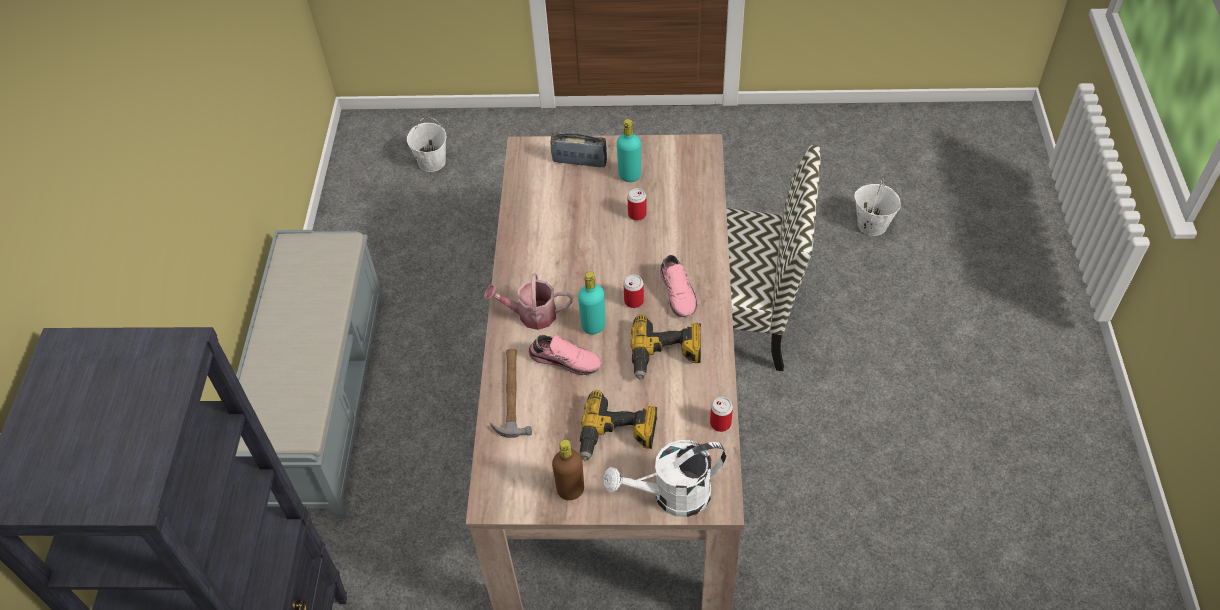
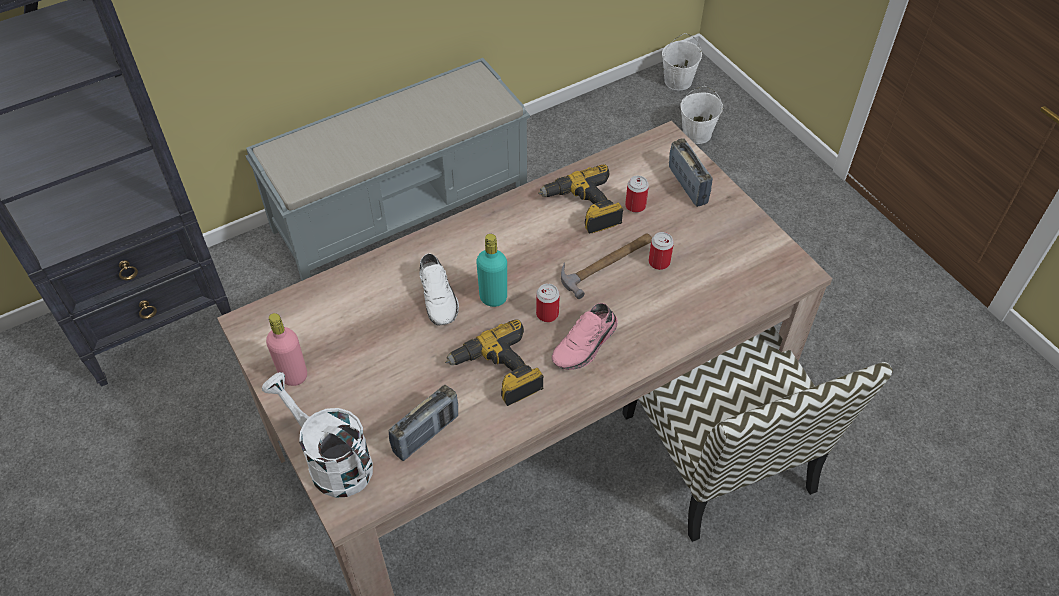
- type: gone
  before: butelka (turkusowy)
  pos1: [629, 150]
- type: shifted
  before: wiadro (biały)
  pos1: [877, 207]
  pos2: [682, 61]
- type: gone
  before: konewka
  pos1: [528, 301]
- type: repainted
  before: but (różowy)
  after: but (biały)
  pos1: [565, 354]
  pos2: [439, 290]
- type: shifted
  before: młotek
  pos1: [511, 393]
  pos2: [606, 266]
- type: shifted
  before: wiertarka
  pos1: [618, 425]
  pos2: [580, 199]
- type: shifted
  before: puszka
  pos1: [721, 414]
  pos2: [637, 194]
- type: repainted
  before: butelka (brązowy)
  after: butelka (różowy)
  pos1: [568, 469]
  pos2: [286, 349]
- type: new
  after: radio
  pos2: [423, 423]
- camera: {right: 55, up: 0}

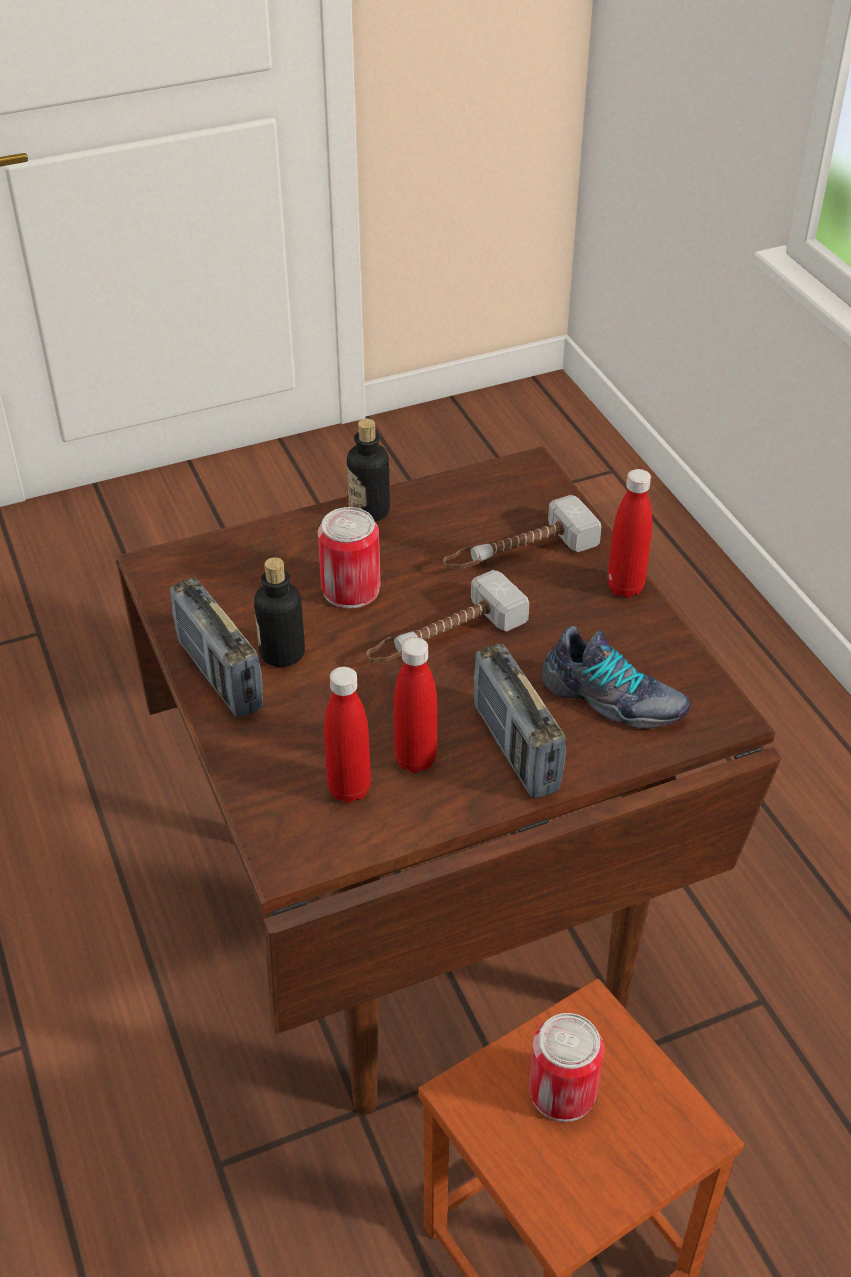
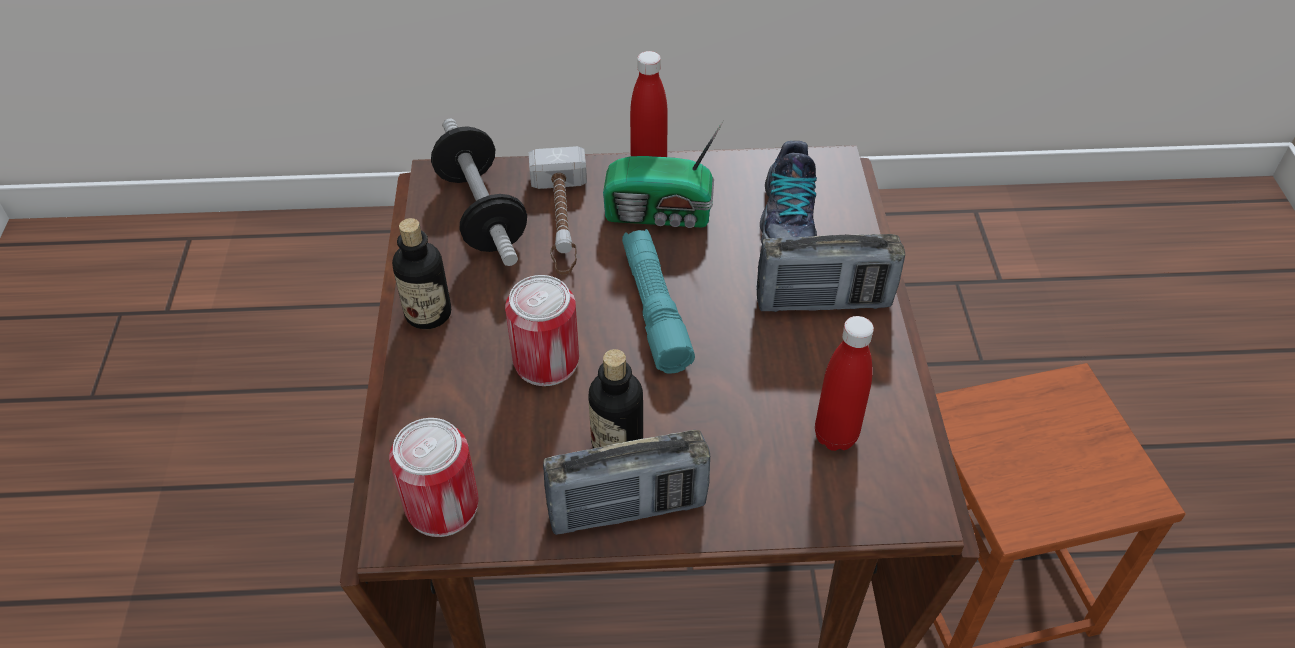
- type: swapped
  before: młotek
  after: latarka (turkusowy)
  pos1: [447, 616]
  pos2: [658, 301]
- type: rotated
  before: but
  pos1: [616, 677]
  pos2: [788, 192]
  turn: 135
- type: gone
  before: butelka (czerwony)
  pos1: [415, 705]
- type: shifted
  before: puszka
  pos1: [566, 1067]
  pos2: [434, 477]
- type: new
  after: hantel
  pos2: [479, 192]
- type: new
  after: radio
  pos2: [663, 174]
- camera: {right: -70, up: 5}

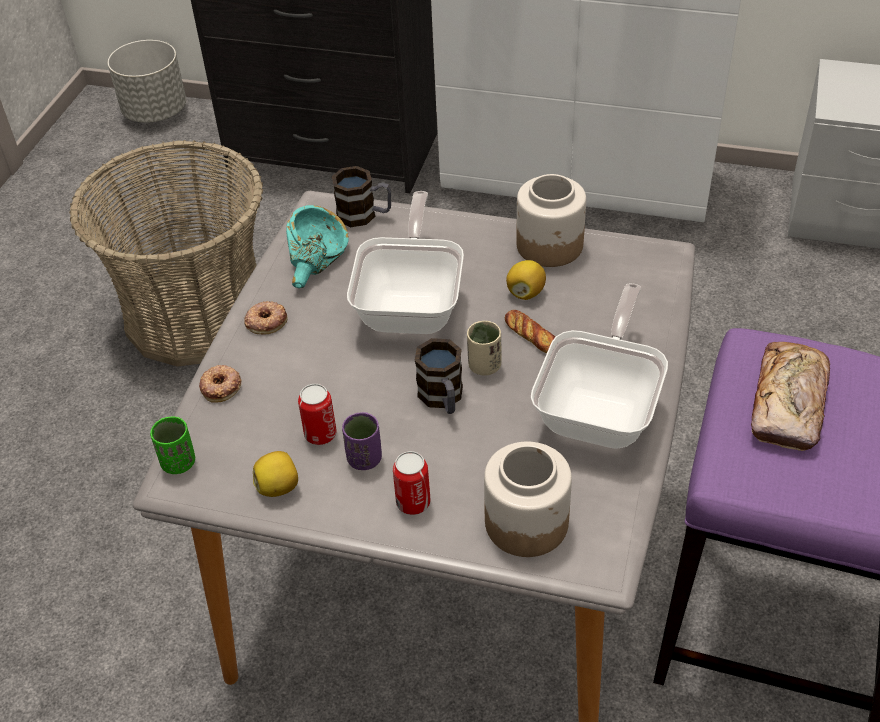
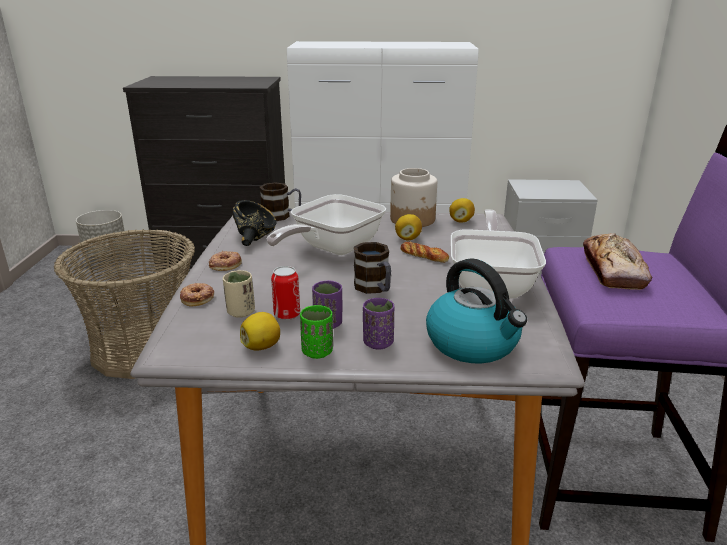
- type: rotated
  before: patelnia
  pos1: [405, 262]
  pos2: [326, 224]
  turn: -135
- type: repainted
  before: miska (turkusowy)
  after: miska (czarny)
  pos1: [317, 246]
  pos2: [255, 223]
- type: shifted
  before: filiżanka (beżowy)
  pos1: [484, 348]
  pos2: [239, 294]
- type: shifted
  before: filiżanka (zielony)
  pos1: [173, 445]
  pos2: [316, 332]
- type: swapped
  before: słoik
  after: czajnik
  pos1: [528, 499]
  pos2: [476, 310]
- type: swapped
  before: puszka
  after: filiżanka (fioletowy)
  pos1: [412, 483]
  pos2: [378, 324]
- type: new
  after: cytryna
  pos2: [462, 210]
- camera: {right: -15, up: -20}

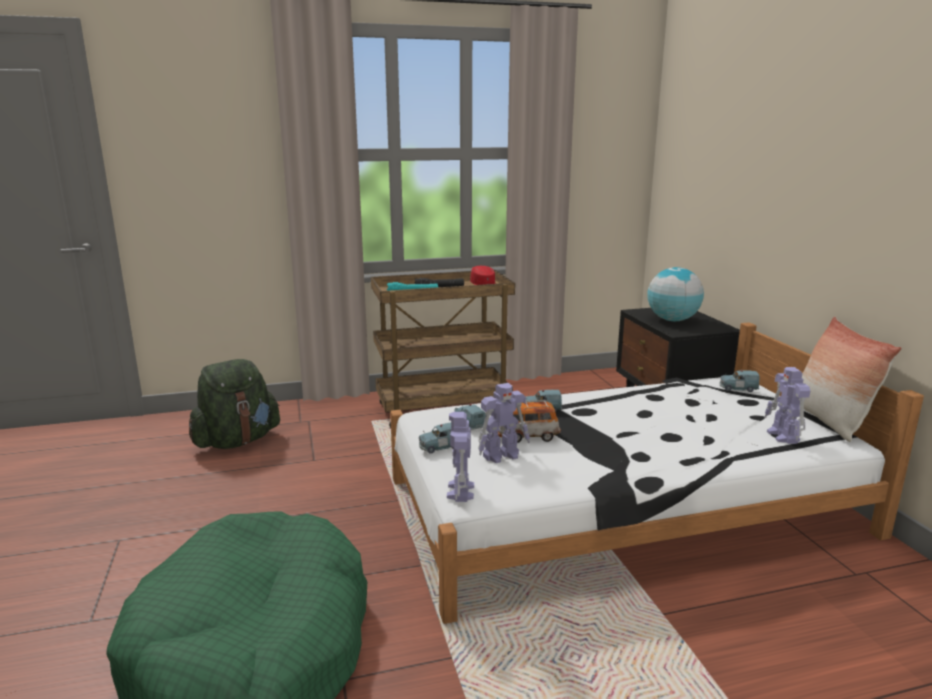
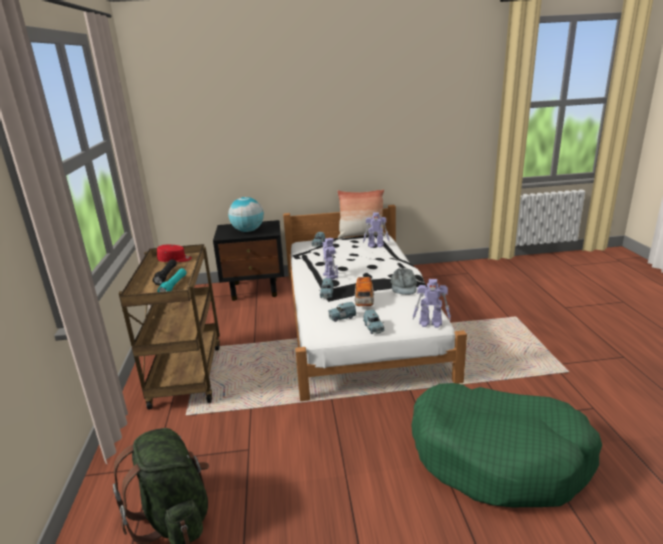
- type: shifted
  before: robot zabawkowy
  pos1: [504, 423]
  pos2: [330, 259]
- type: new
  after: czapka z daszkiem (szary)
  pos2: [403, 281]
- camera: {right: -80, up: 5}

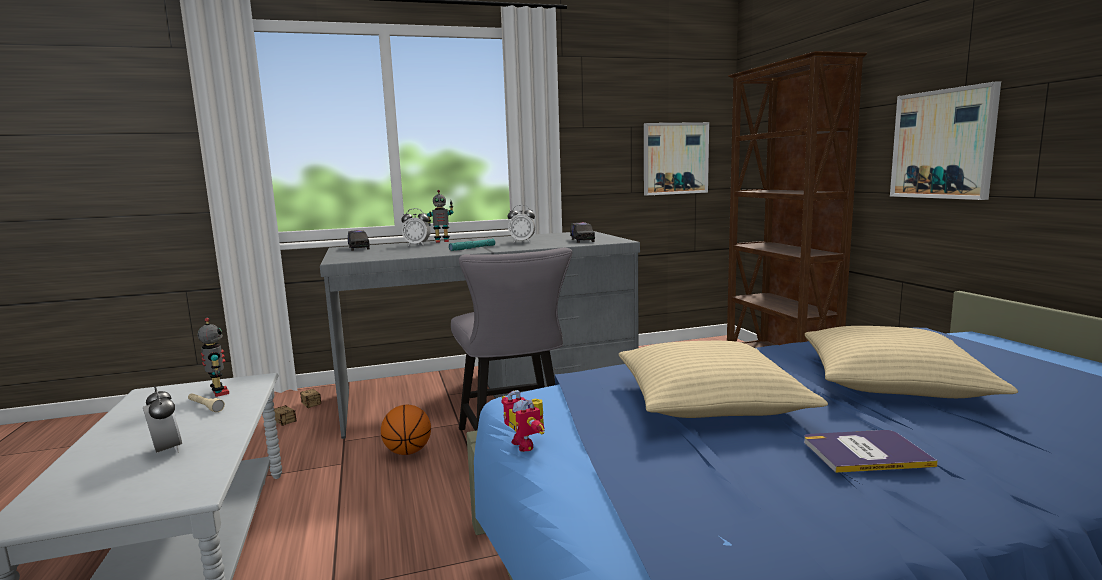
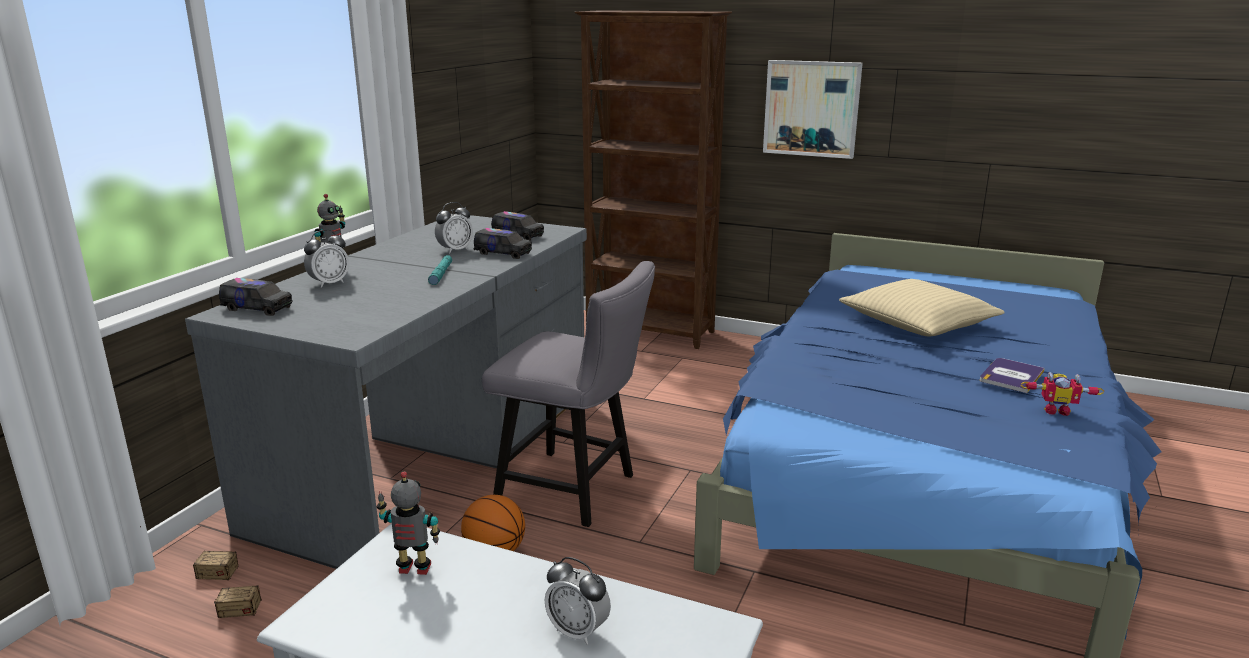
- type: gone
  before: obraz
  pos1: [676, 159]
- type: gone
  before: poduszka (beżowy)
  pos1: [723, 379]
- type: rotated
  before: budzik
  pos1: [162, 419]
  pos2: [578, 601]
  turn: -150
- type: shifted
  before: robot zabawkowy
  pos1: [523, 421]
  pos2: [1062, 394]
- type: gone
  before: latarka (beżowy)
  pos1: [206, 402]
- type: new
  after: ciężarówka zabawkowa
  pos2: [502, 243]
- camera: {right: -50, up: 10}

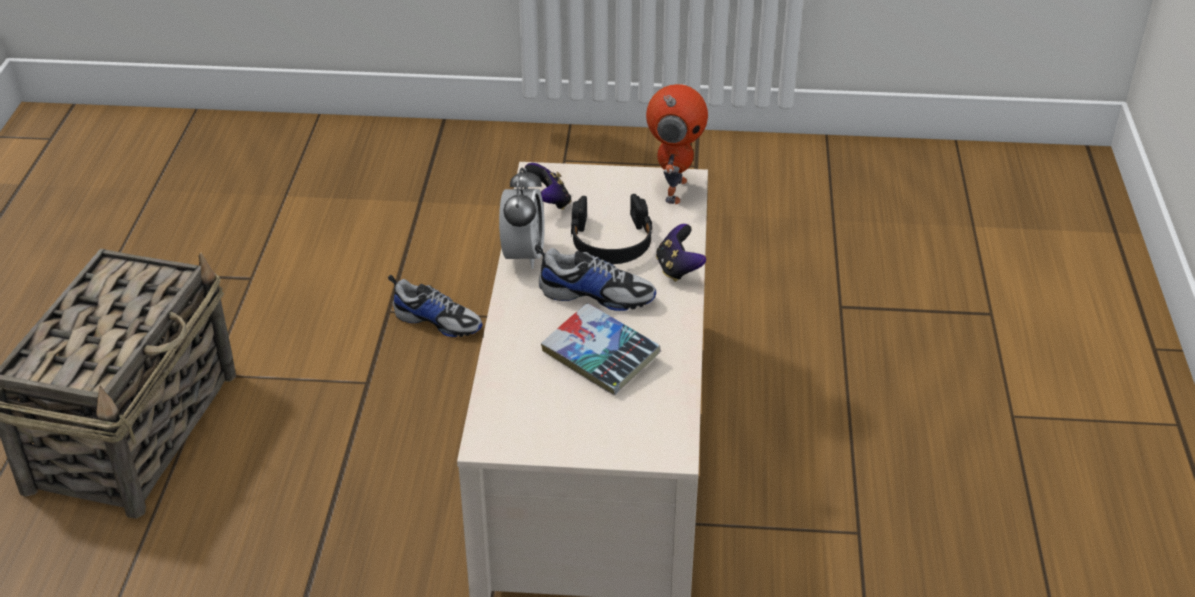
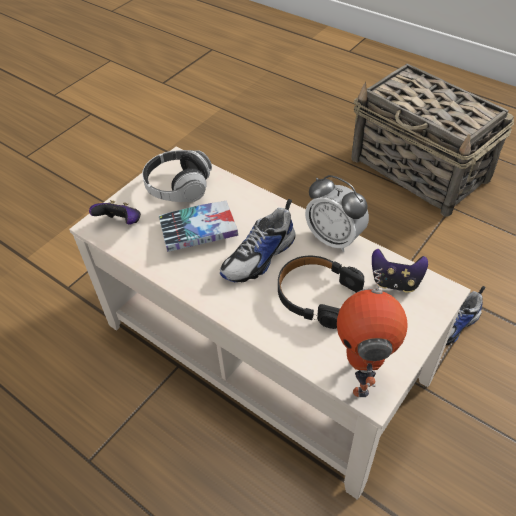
- type: rotated
  before: robot zabawkowy
  pos1: [677, 144]
  pos2: [372, 332]
  turn: 45
- type: shifted
  before: pad do gier
  pos1: [681, 253]
  pos2: [115, 212]
- type: new
  after: słuchawki
  pos2: [177, 176]
- camera: {right: 125, up: 10}

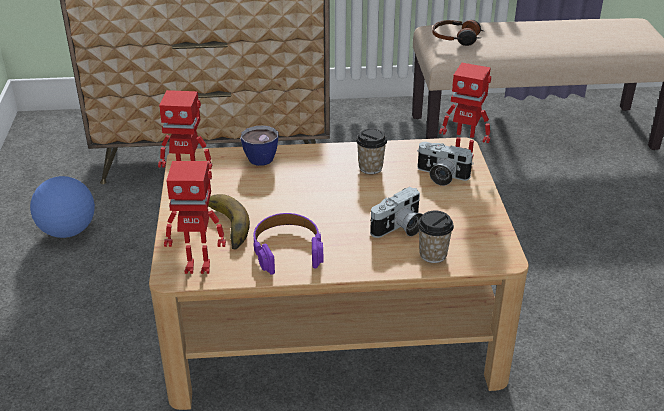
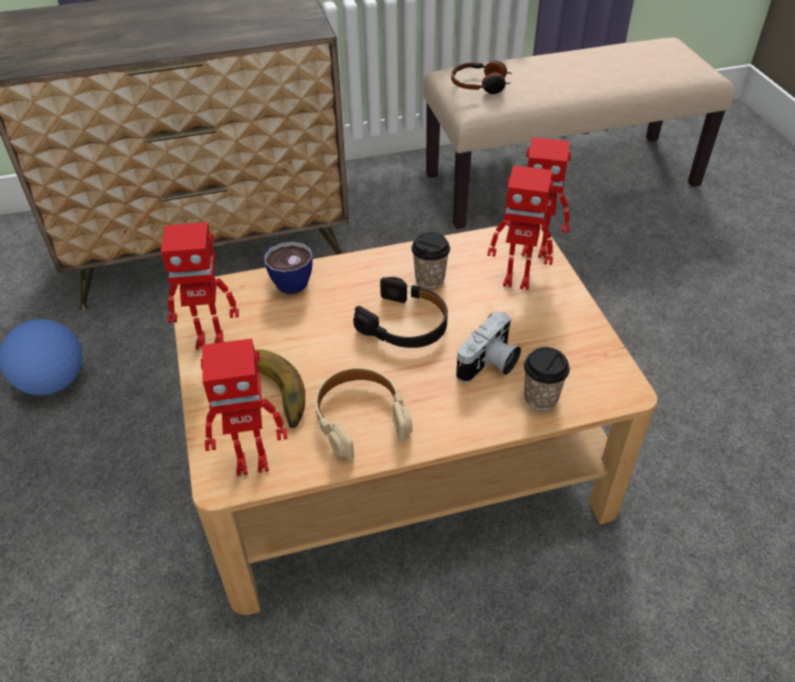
- type: swapped
  before: aparat fotograficzny
  after: robot zabawkowy
  pos1: [445, 164]
  pos2: [520, 227]
- type: repainted
  before: słuchawki (fioletowy)
  after: słuchawki (beżowy)
  pos1: [288, 244]
  pos2: [364, 413]
- type: new
  after: słuchawki (czarny)
  pos2: [400, 312]
- camera: {right: -10, up: 10}

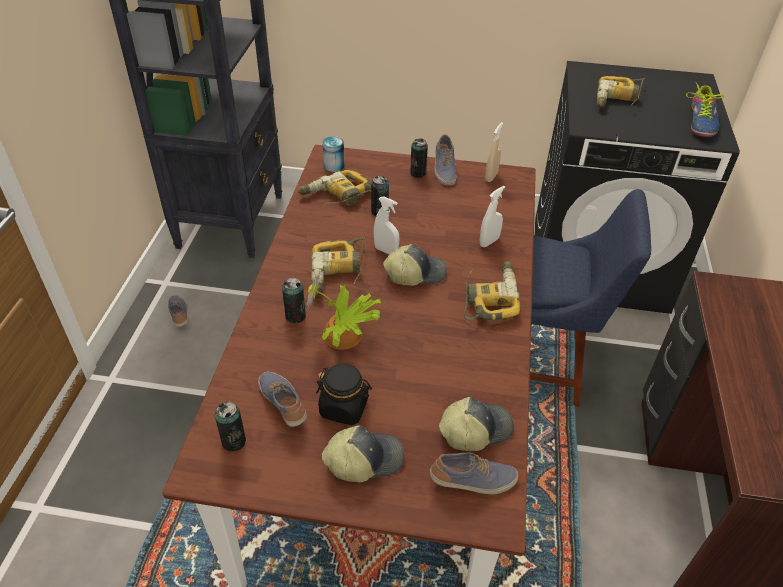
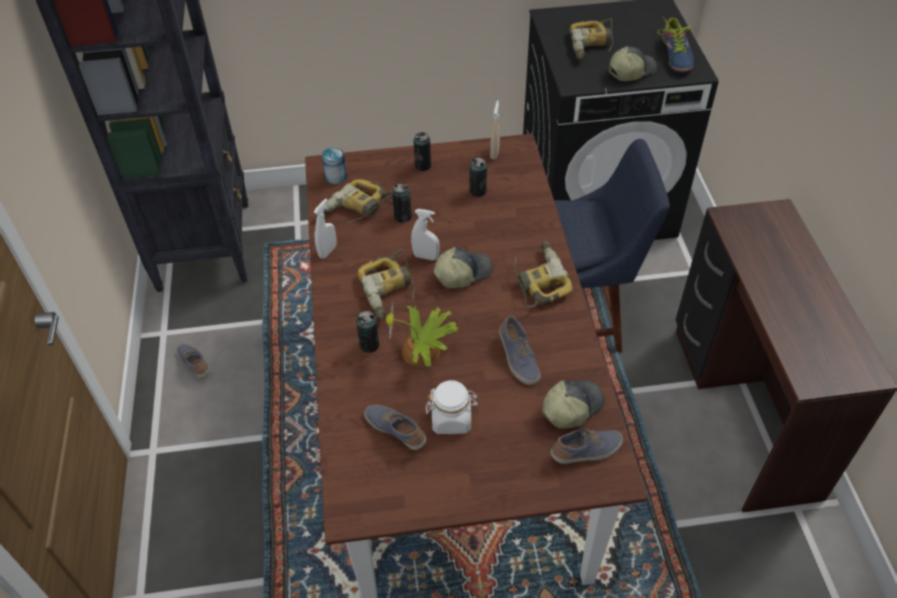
- type: shifted
  before: but
  pos1: [445, 160]
  pos2: [520, 350]
- type: shifted
  before: spryskiwacz (biały)
  pos1: [492, 216]
  pos2: [325, 229]
- type: repainted
  before: słoik (czarny)
  after: słoik (biały)
  pos1: [344, 394]
  pos2: [452, 407]
- type: shifted
  before: puszka
  pos1: [230, 426]
  pos2: [478, 177]
- type: shifted
  before: czapka z daszkiem
  pos1: [363, 454]
  pos2: [633, 63]
- camera: {right: -15, up: 5}

